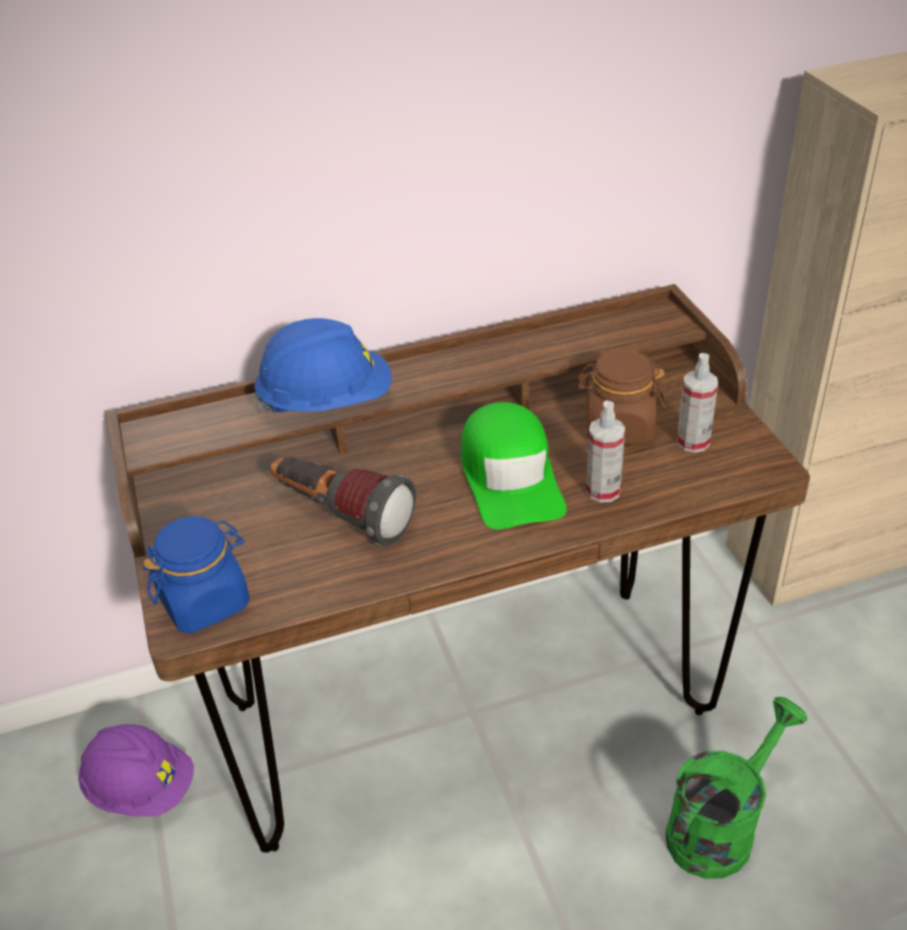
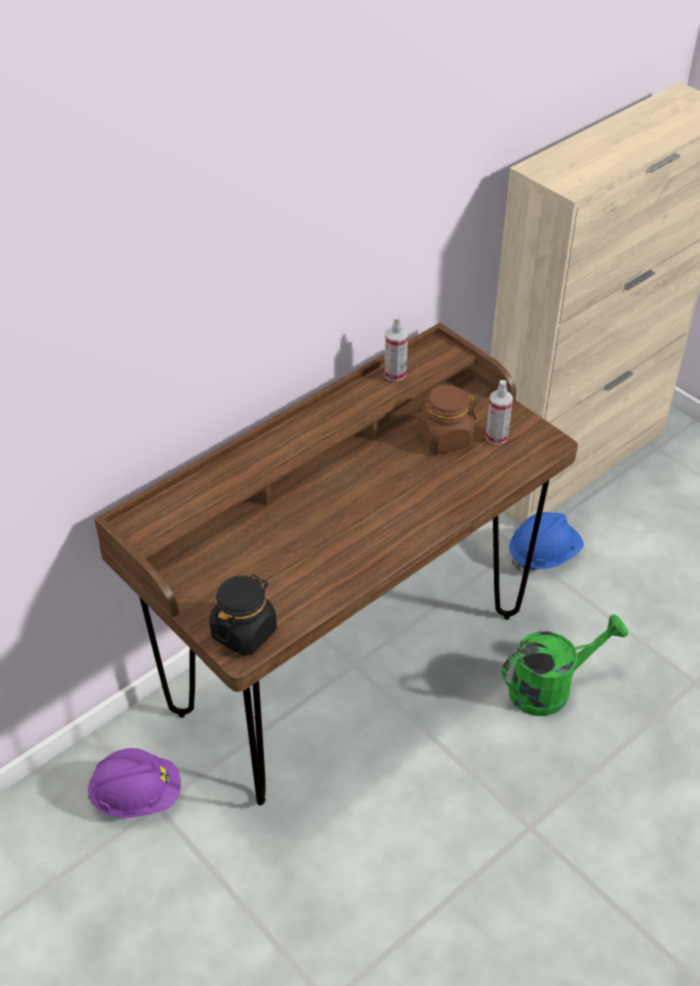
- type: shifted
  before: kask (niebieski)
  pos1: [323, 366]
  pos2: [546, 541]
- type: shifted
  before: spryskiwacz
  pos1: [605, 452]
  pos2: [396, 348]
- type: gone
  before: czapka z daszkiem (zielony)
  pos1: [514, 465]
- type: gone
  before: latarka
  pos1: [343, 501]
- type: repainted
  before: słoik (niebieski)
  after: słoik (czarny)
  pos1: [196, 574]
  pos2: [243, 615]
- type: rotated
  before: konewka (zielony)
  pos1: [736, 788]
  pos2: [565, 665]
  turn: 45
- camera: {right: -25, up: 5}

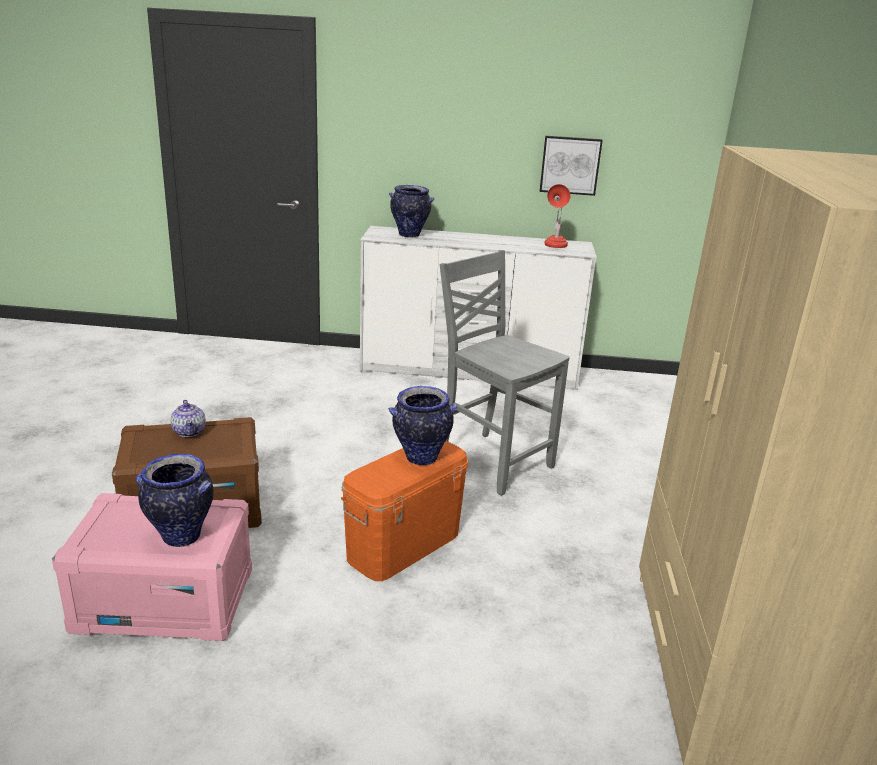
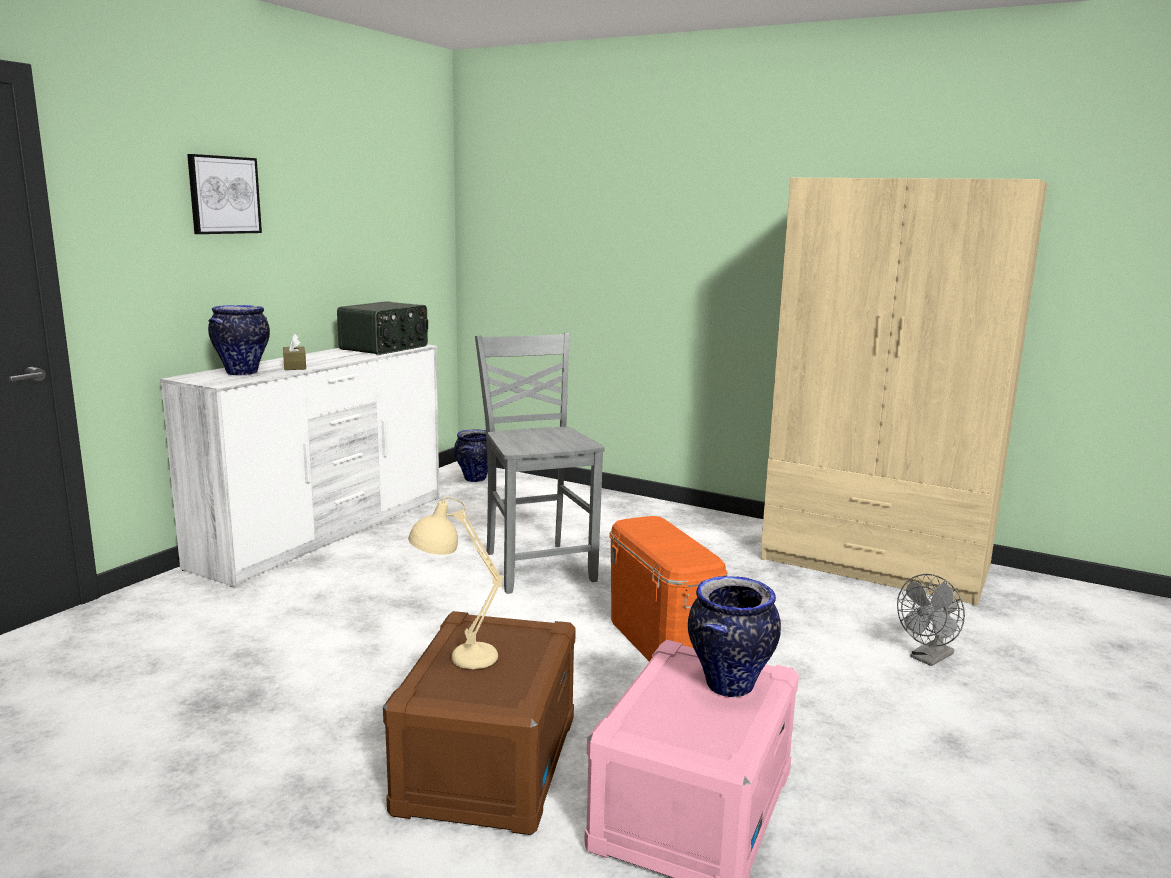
- type: shifted
  before: obraz
  pos1: [571, 166]
  pos2: [224, 194]
- type: swapped
  before: lampa stołowa (czerwony)
  after: radio
  pos1: [557, 216]
  pos2: [382, 328]
- type: rotated
  before: krzesło (szary)
  pos1: [505, 373]
  pos2: [540, 463]
  turn: 90
- type: shifted
  before: wazon
  pos1: [423, 425]
  pos2: [471, 455]
- type: swapped
  before: imbryk
  after: lampa stołowa (beżowy)
  pos1: [188, 418]
  pos2: [455, 583]
- type: new
  after: pudełko chusteczek (brązowy)
  pos2: [294, 351]
- type: new
  after: wentylator (szary)
  pos2: [931, 620]
- camera: {right: -65, up: -10}

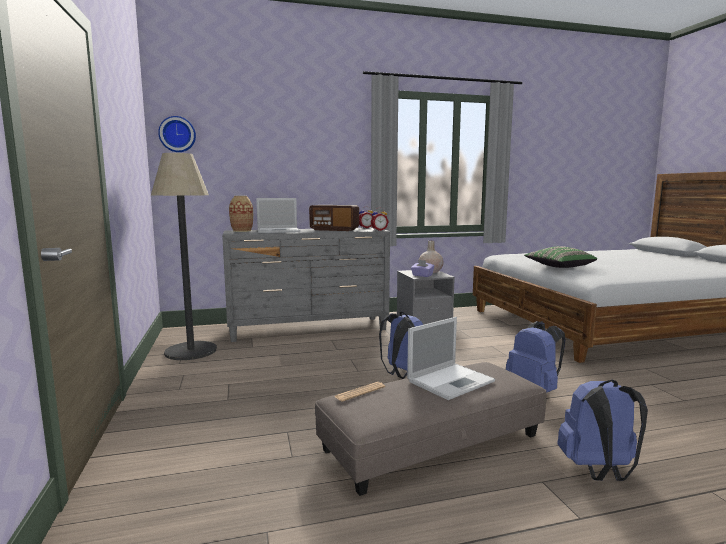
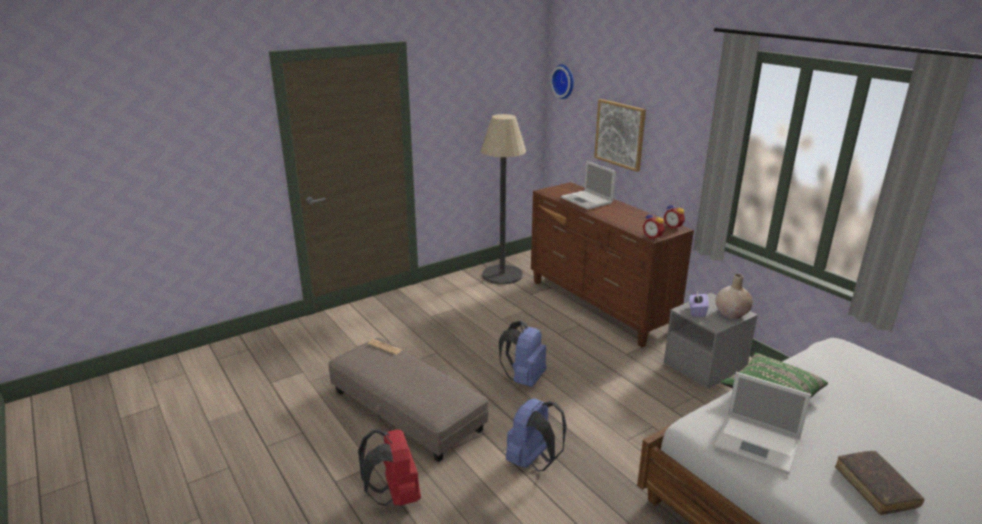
- type: gone
  before: wazon
  pos1: [241, 214]
- type: gone
  before: radio
  pos1: [334, 218]
- type: repainted
  before: komoda (szary)
  after: komoda (brązowy)
  pos1: [306, 284]
  pos2: [612, 264]
- type: shifted
  before: laptop
  pos1: [451, 358]
  pos2: [762, 423]
- type: repainted
  before: plecak (niebieski)
  after: plecak (czerwony)
  pos1: [602, 430]
  pos2: [389, 468]
- type: new
  after: obraz
  pos2: [620, 135]
- type: new
  after: książka (brązowy)
  pos2: [879, 483]
- camera: {right: 70, up: 15}

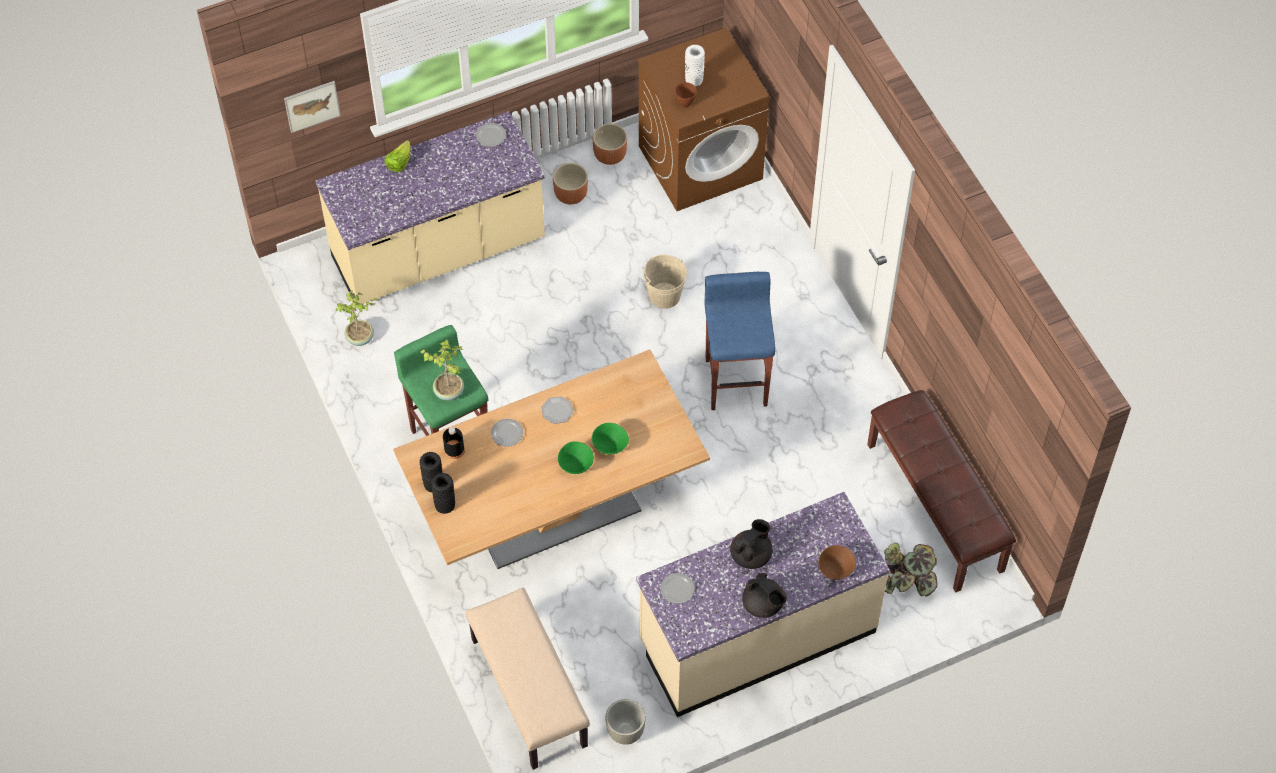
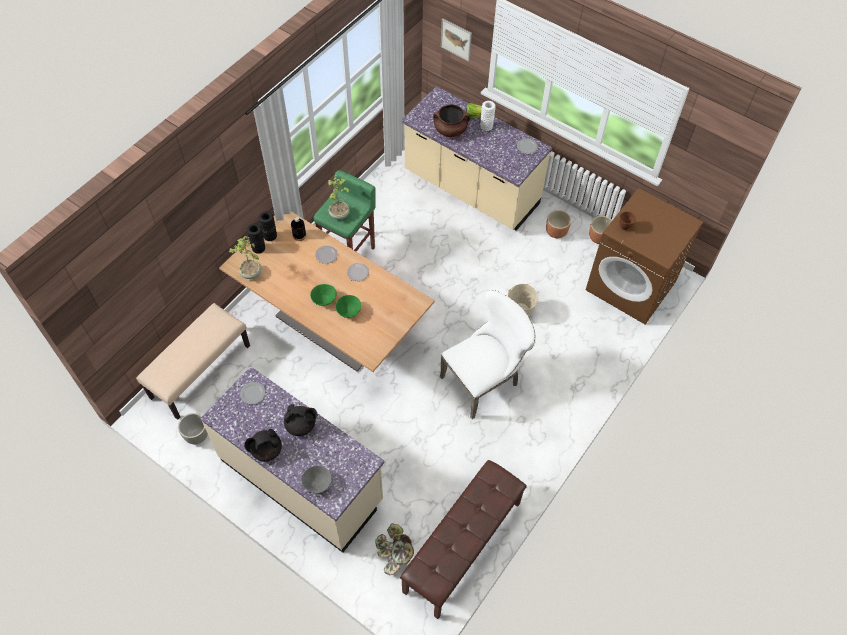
- type: shifted
  before: wazon (biały)
  pos1: [695, 66]
  pos2: [488, 116]
- type: swapped
  before: stołek (niebieski)
  after: krzesło (biały)
  pos1: [739, 341]
  pos2: [488, 354]
- type: shifted
  before: roślina doniczkowa
  pos1: [357, 318]
  pos2: [245, 257]
- type: repainted
  before: miska (brązowy)
  after: miska (szary)
  pos1: [837, 562]
  pos2: [316, 479]
- type: rotated
  before: imbryk (czarny)
  pos1: [764, 595]
  pos2: [263, 445]
  turn: 45
- type: new
  after: garnek (brązowy)
  pos2: [451, 120]
- camera: {right: 60, up: 0}

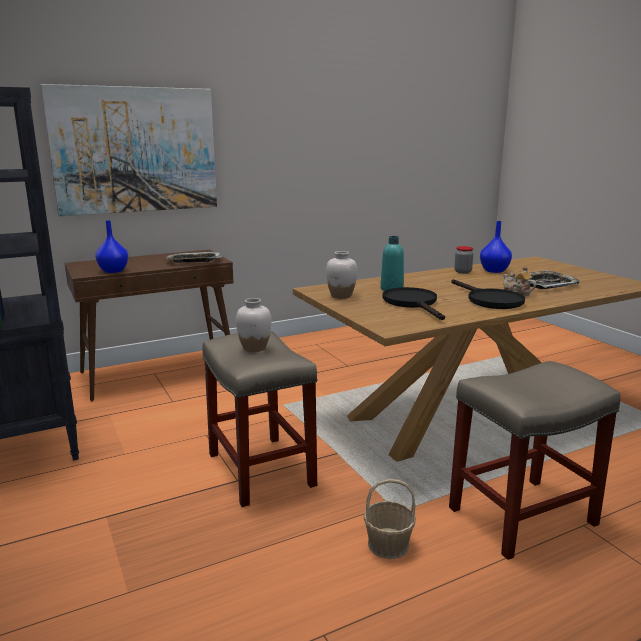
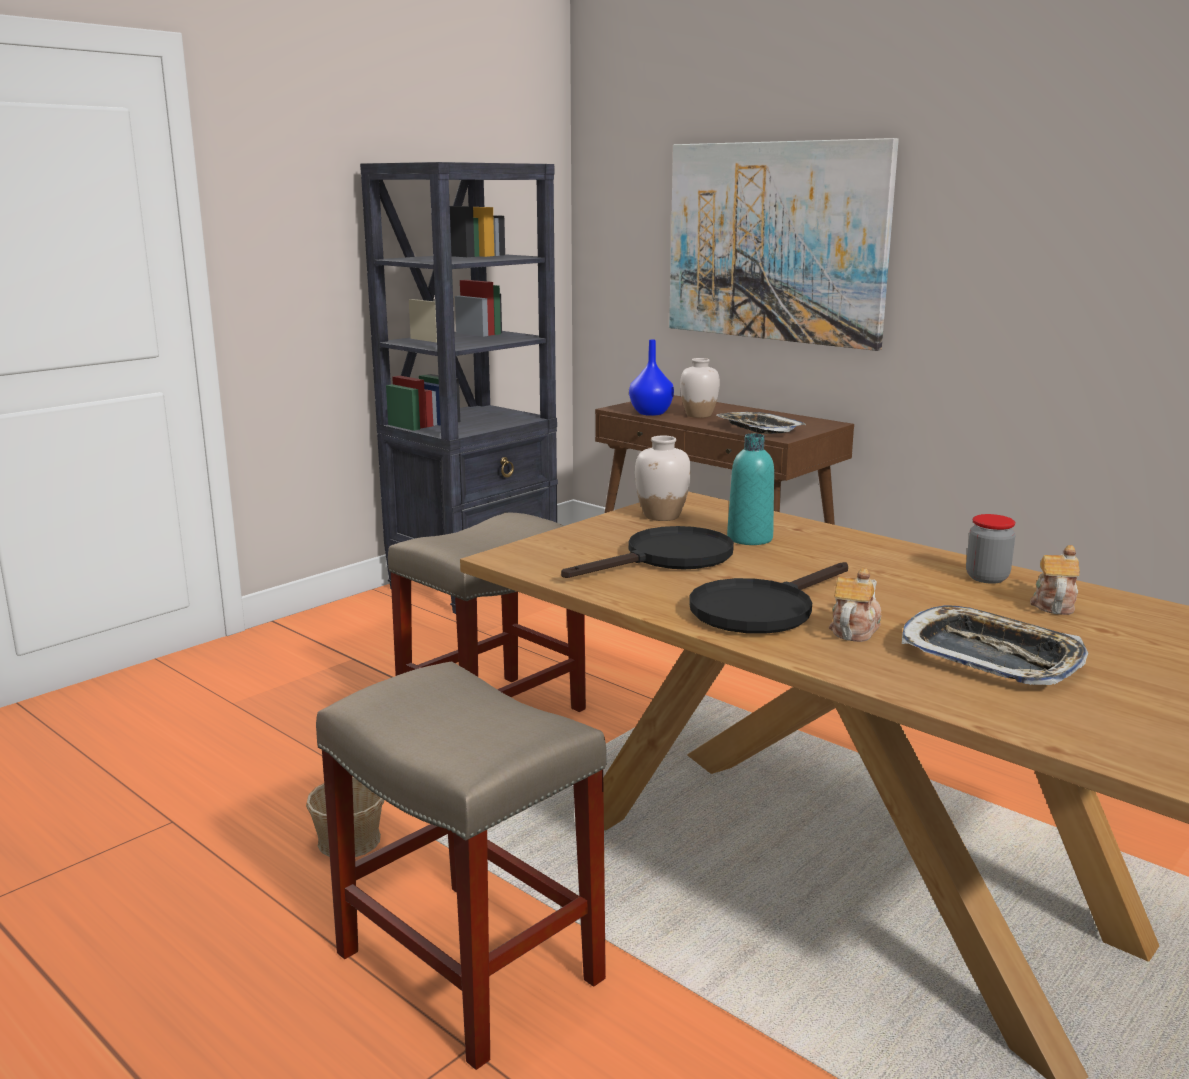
- type: swapped
  before: wazon (niebieski)
  after: imbryk
  pos1: [496, 247]
  pos2: [1055, 580]
- type: shifted
  before: wazon (biały)
  pos1: [253, 325]
  pos2: [700, 388]
- camera: {right: 70, up: 0}

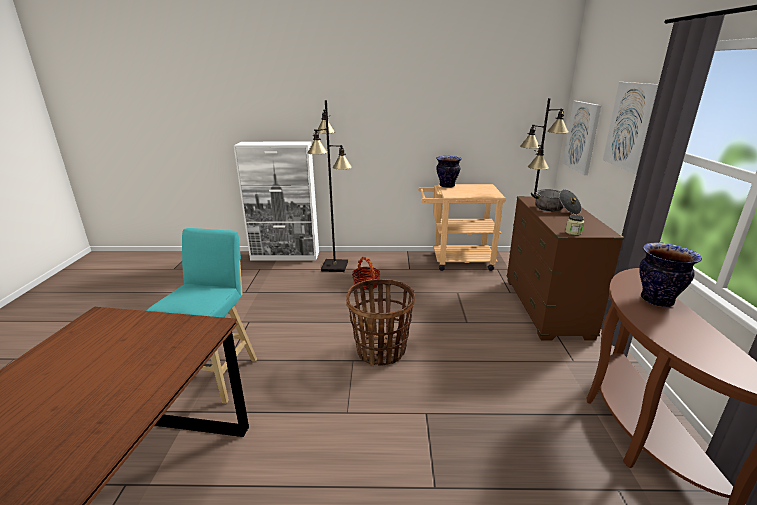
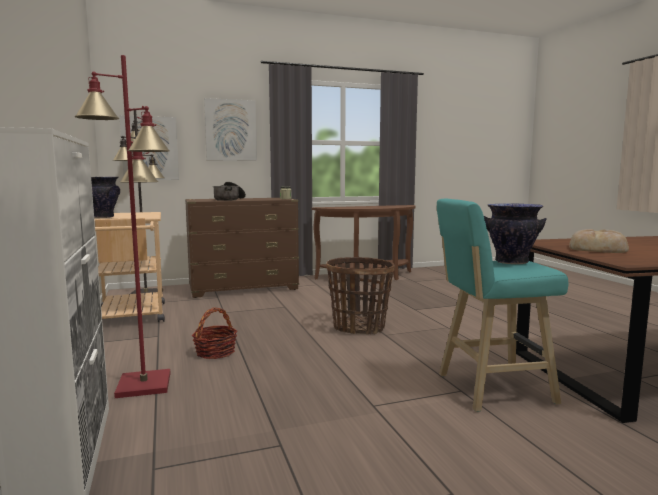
- type: repainted
  before: lampa stojąca (czarny)
  after: lampa stojąca (czerwony)
  pos1: [329, 186]
  pos2: [122, 226]
- type: shifted
  before: wazon
  pos1: [670, 274]
  pos2: [515, 234]
- type: new
  after: chleb
  pos2: [599, 241]
- camera: {right: -110, up: -15}

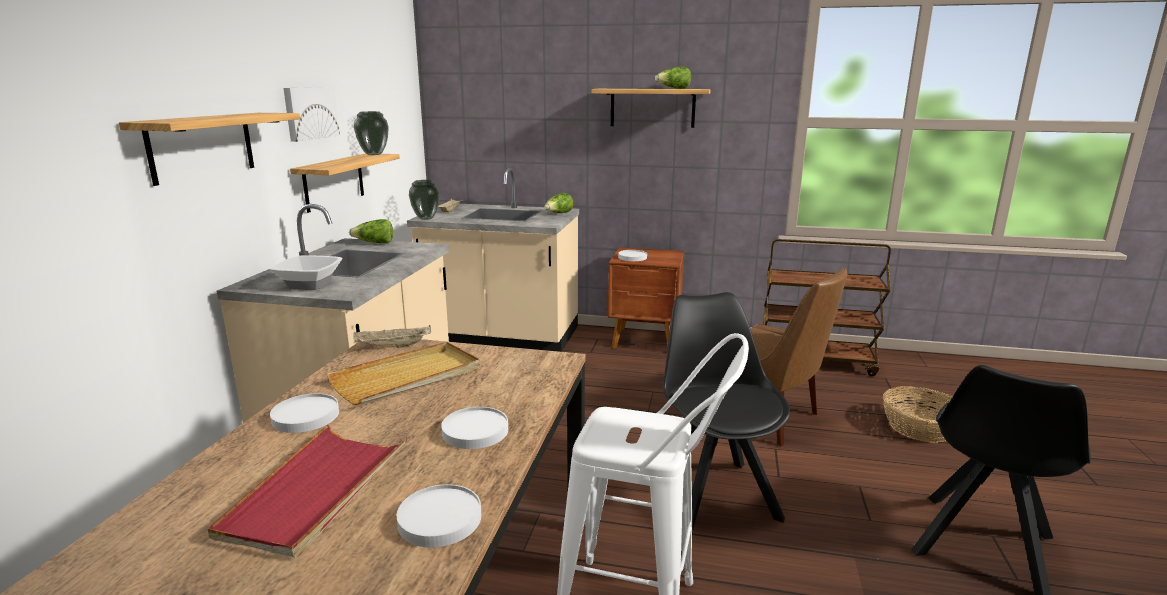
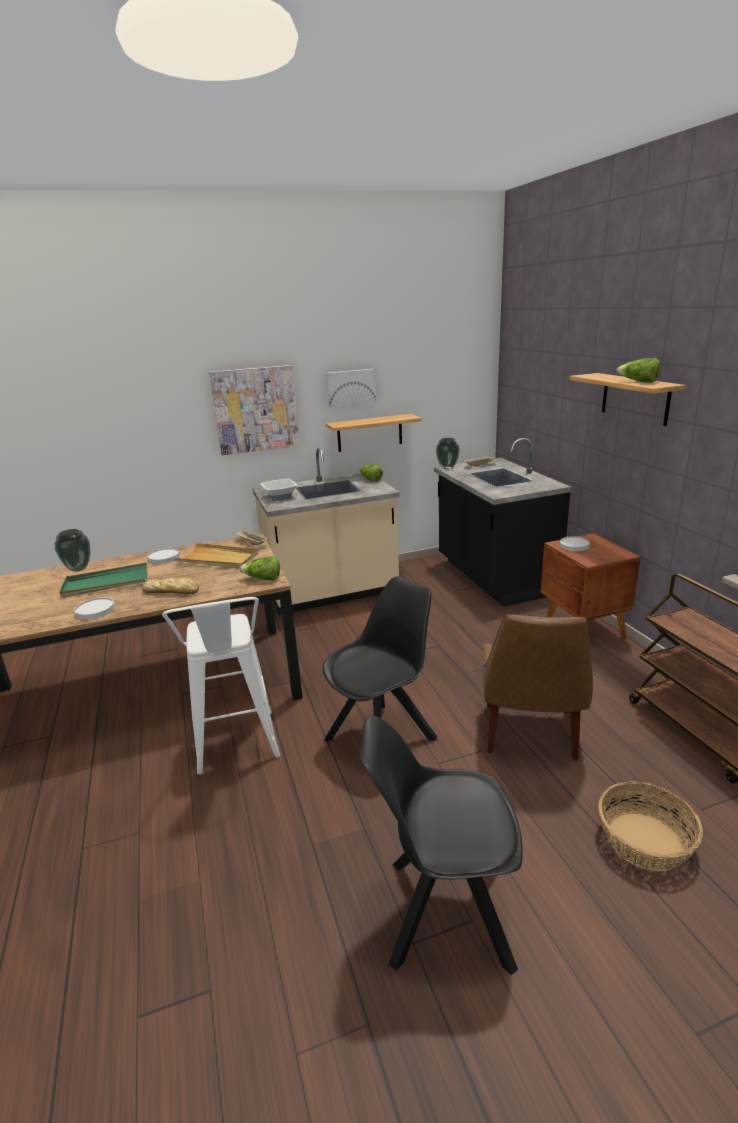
- type: shifted
  before: wazon
  pos1: [371, 133]
  pos2: [72, 550]
- type: swapped
  before: półka
  after: obraz
  pos1: [209, 149]
  pos2: [254, 410]
- type: repainted
  before: zabudowa kuchenna (beżowy)
  after: zabudowa kuchenna (czarny)
  pos1: [493, 260]
  pos2: [503, 522]
- type: shifted
  before: sałata
  pos1: [558, 203]
  pos2: [259, 568]
- type: swapped
  before: talerz (biały)
  after: chleb
  pos1: [474, 428]
  pos2: [170, 586]
- type: repainted
  before: taca (czerwony)
  after: taca (zielony)
  pos1: [308, 491]
  pos2: [103, 580]
- camera: {right: 60, up: 5}

